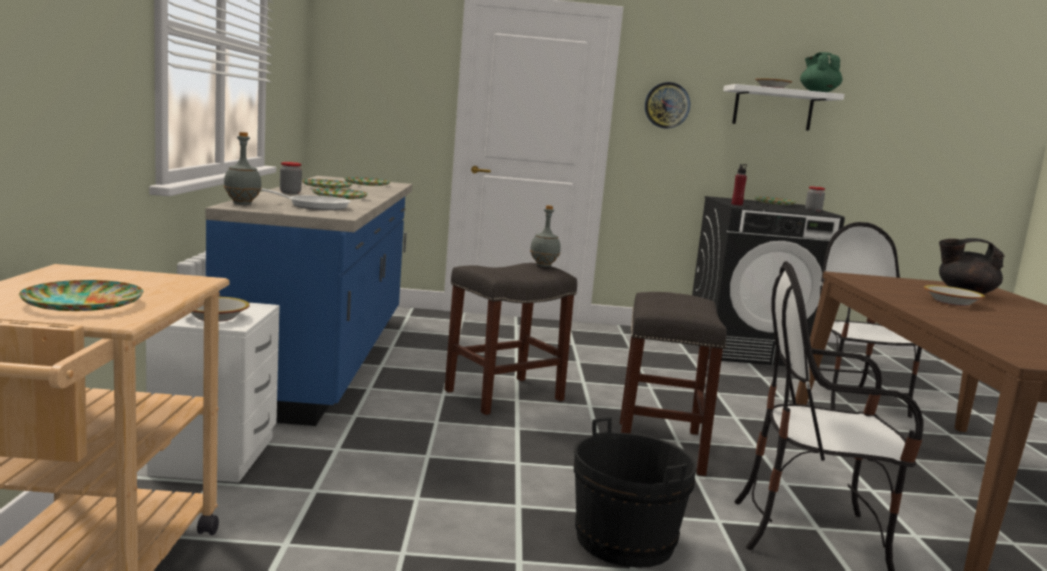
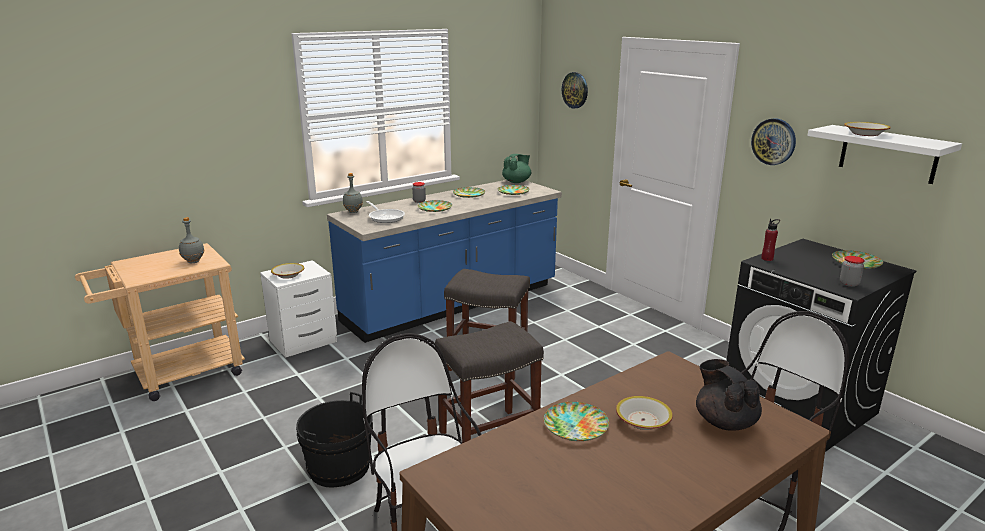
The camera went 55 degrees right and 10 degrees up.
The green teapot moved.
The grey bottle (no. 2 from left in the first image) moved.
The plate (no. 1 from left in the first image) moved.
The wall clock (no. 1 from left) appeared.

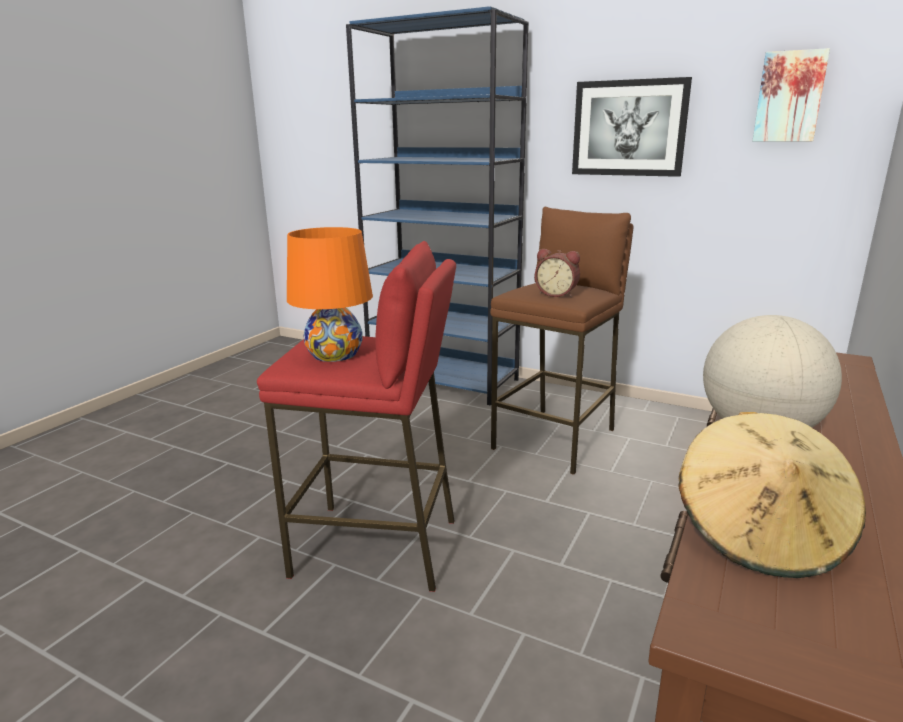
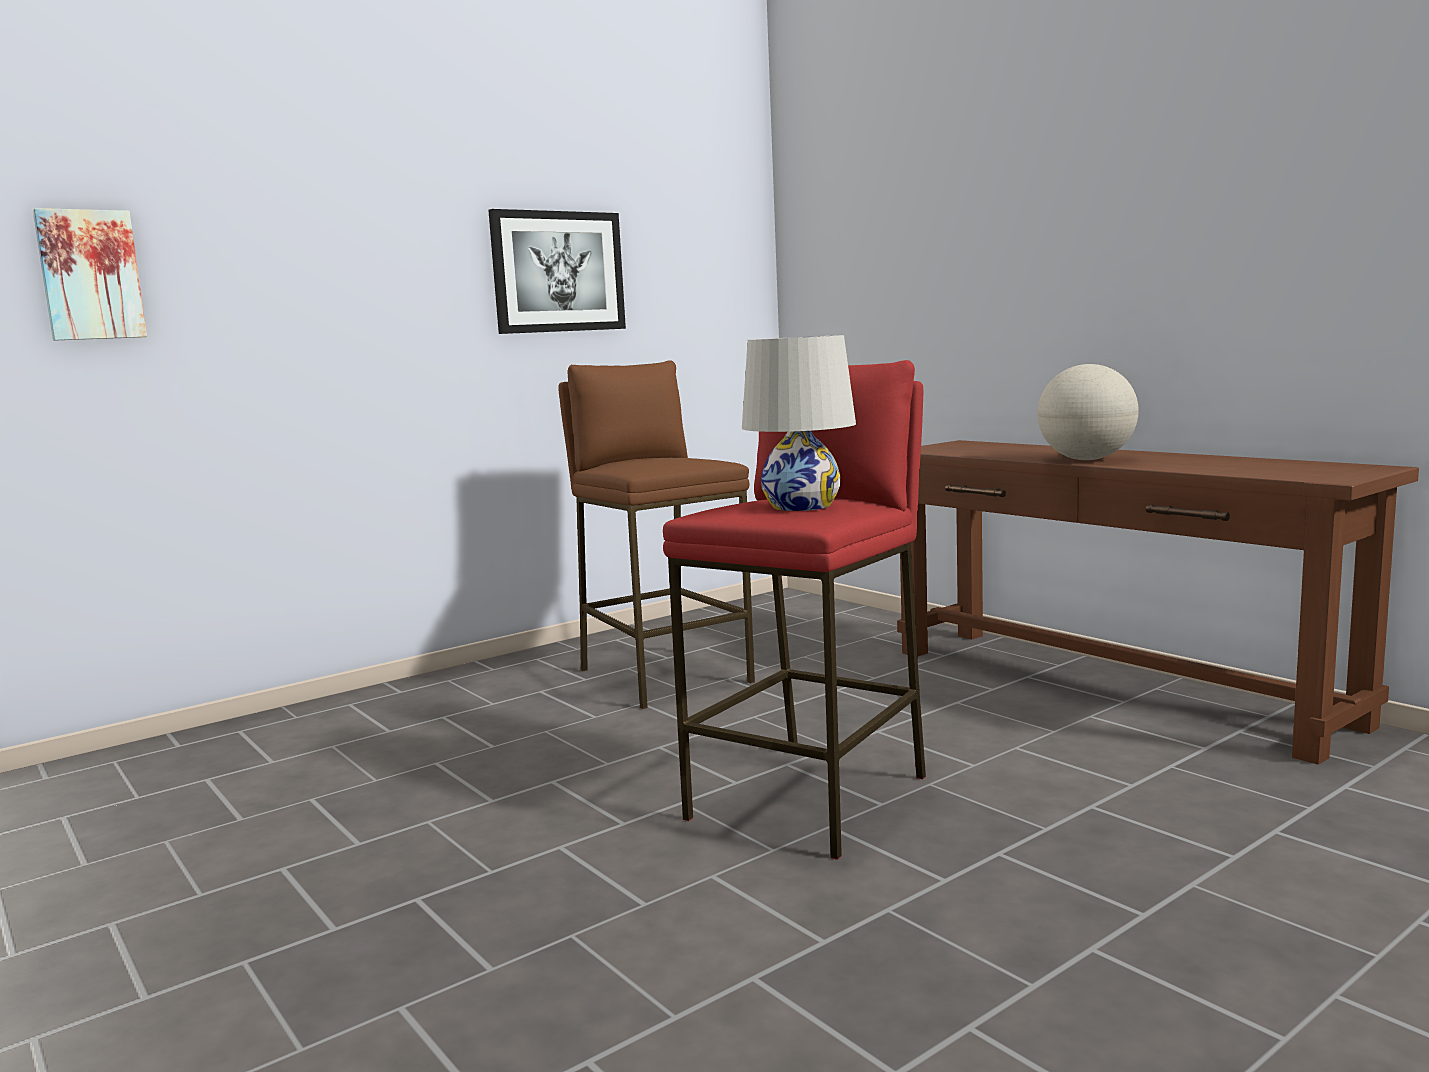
The camera went 65 degrees left and 10 degrees down.
The blue bookcase disappeared.
The picture (no. 2 from left in the first image) moved.
The orange table lamp became the white table lamp.
The alarm clock disappeared.
The beige hat disappeared.

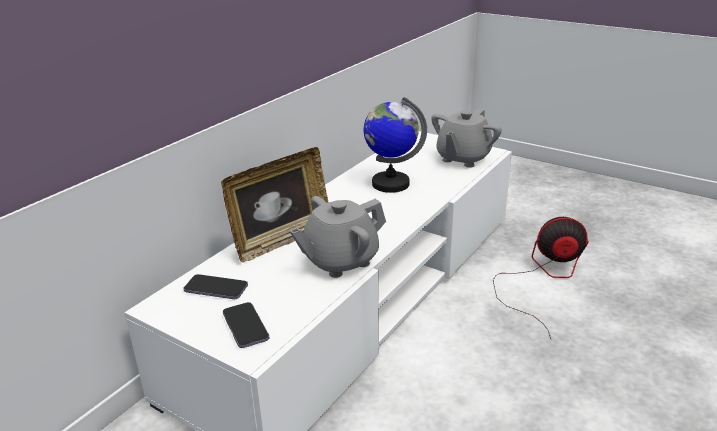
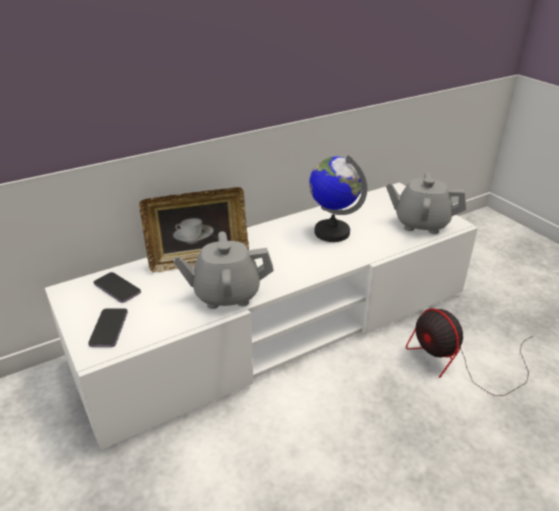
The camera went 25 degrees right and 5 degrees up.
The grey teapot (no. 2 from left) turned 45 degrees clockwise.
The fan turned 150 degrees counterclockwise.

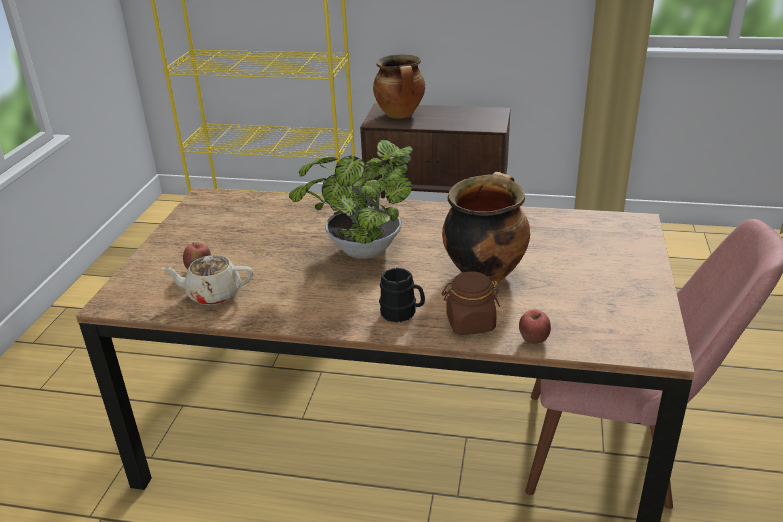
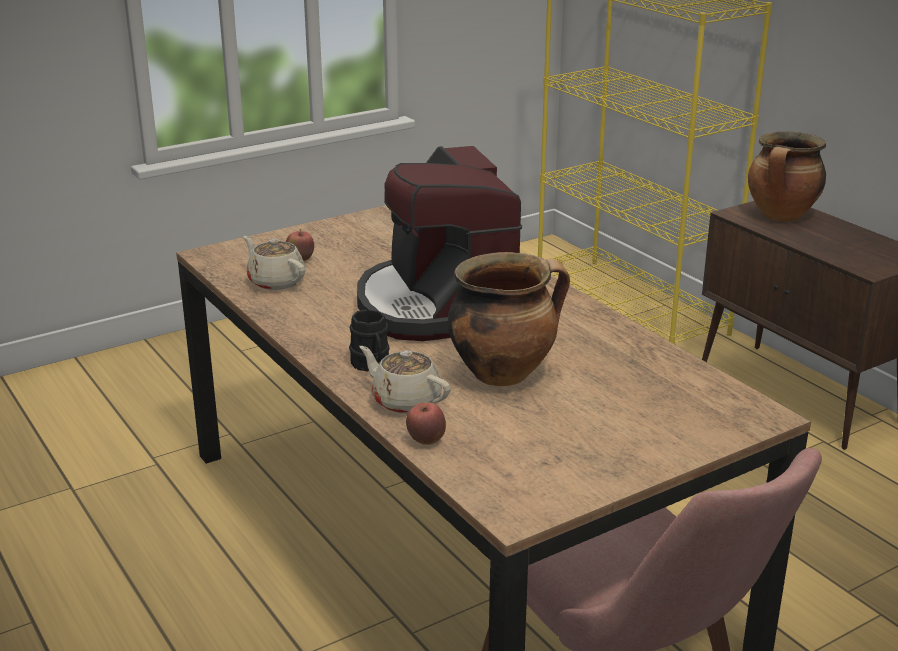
The camera went 45 degrees right and 5 degrees down.
The potted plant was replaced by the coffee machine.
The brown jar was replaced by the beige teapot (no. 2 from left).

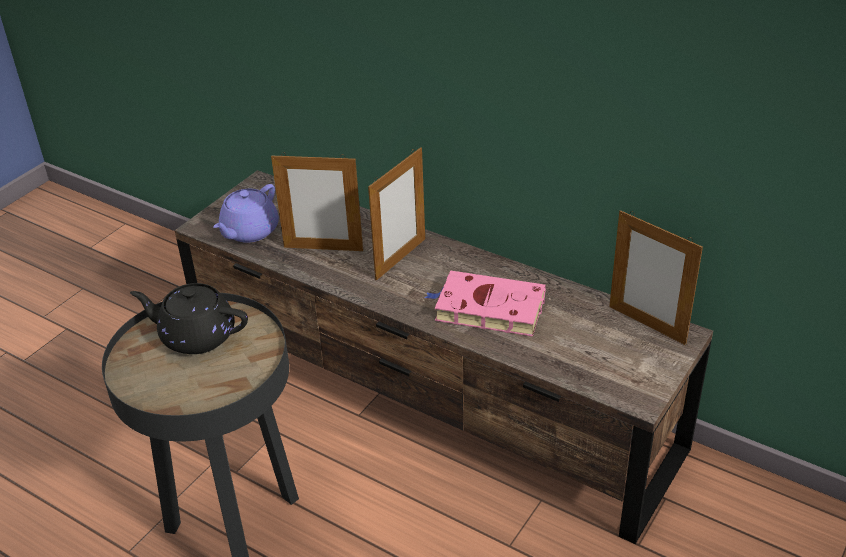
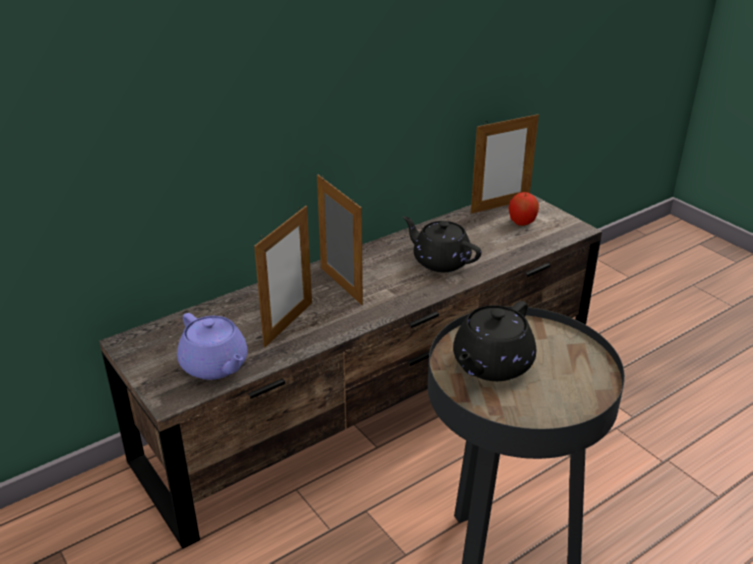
The camera went 70 degrees left and 5 degrees down.
The pink book was replaced by the black teapot (no. 1 from left).
The apple appeared.

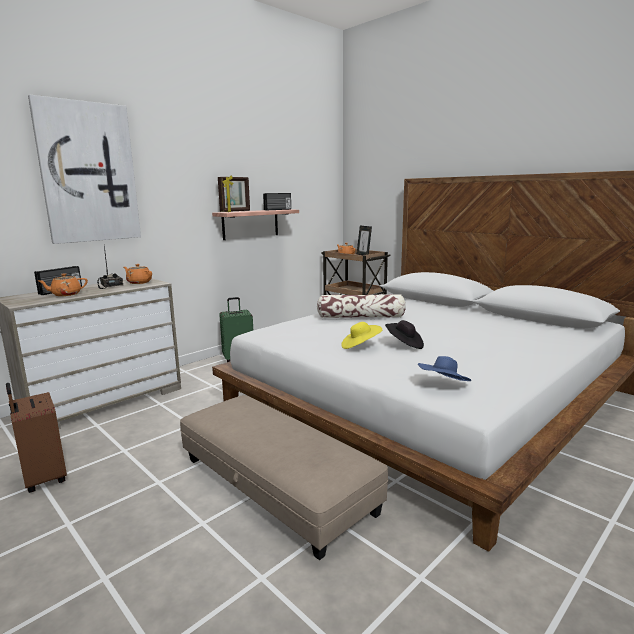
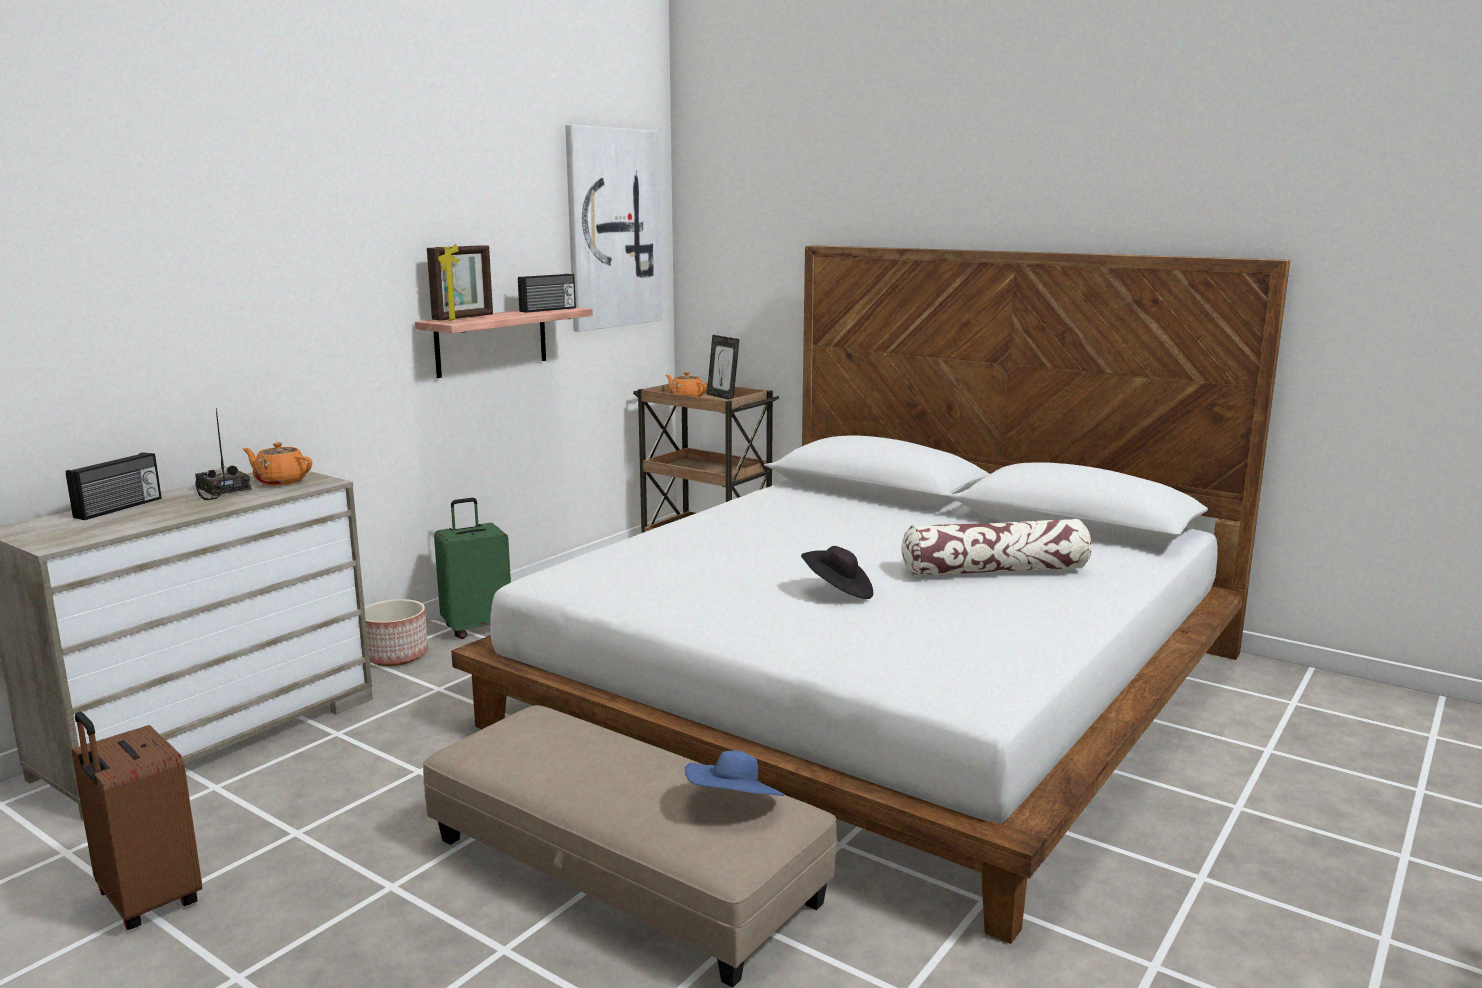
The camera went 10 degrees left and 0 degrees up.
The picture moved.
The orange teapot (no. 1 from left) disappeared.
The pillow moved.
The yellow hat disappeared.
The blue hat moved.
The planter appeared.

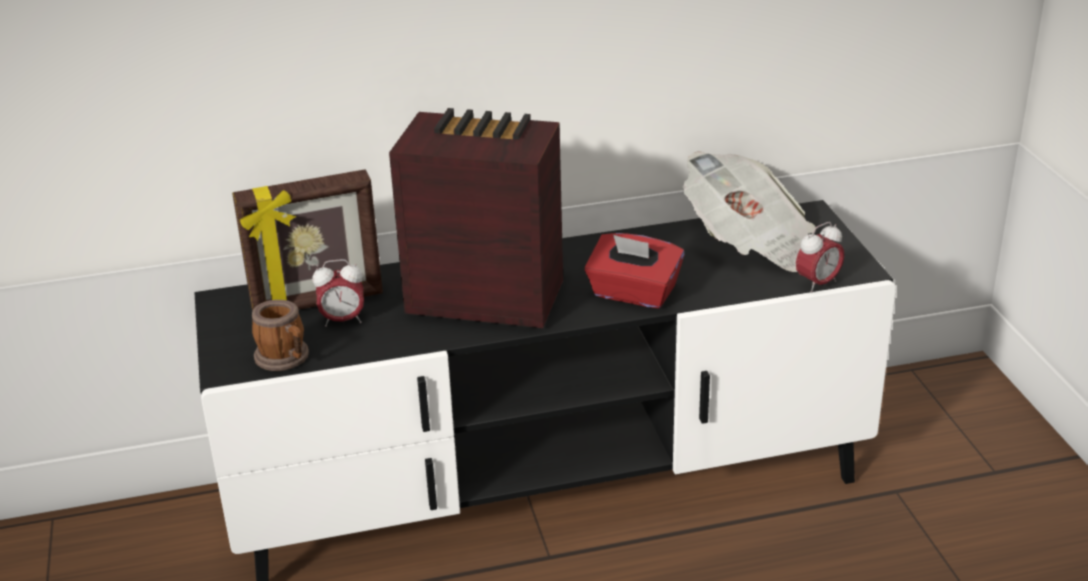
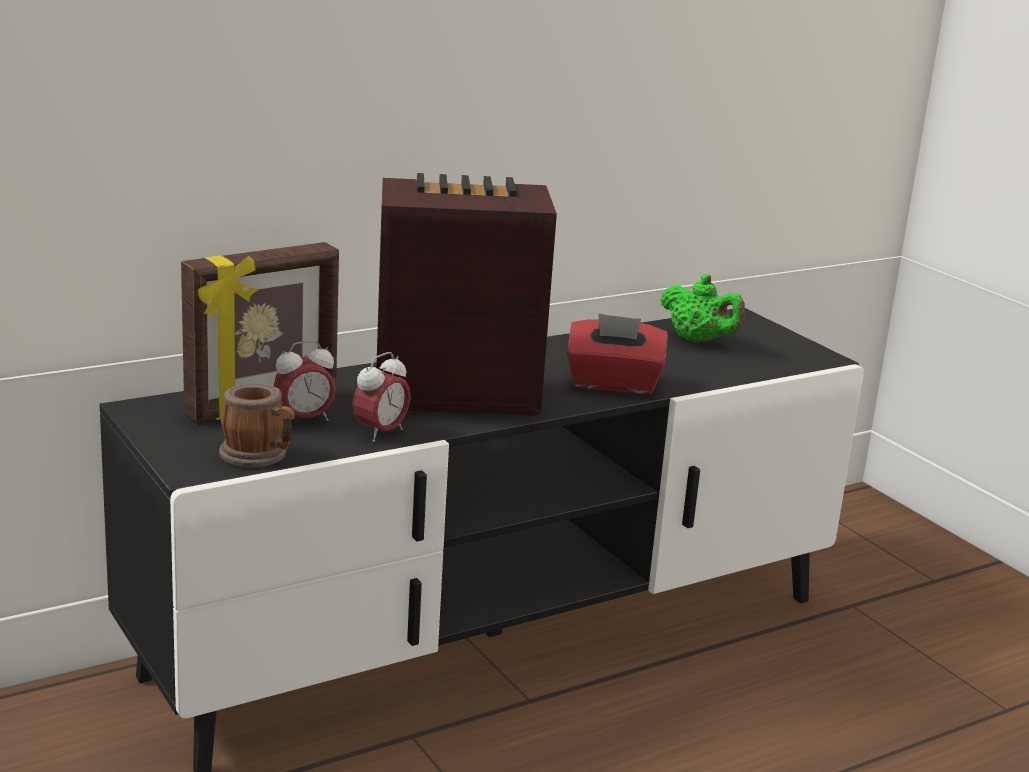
The camera went 20 degrees left and 10 degrees down.
The newspaper was replaced by the green teapot.
The alarm clock (no. 2 from left) moved.

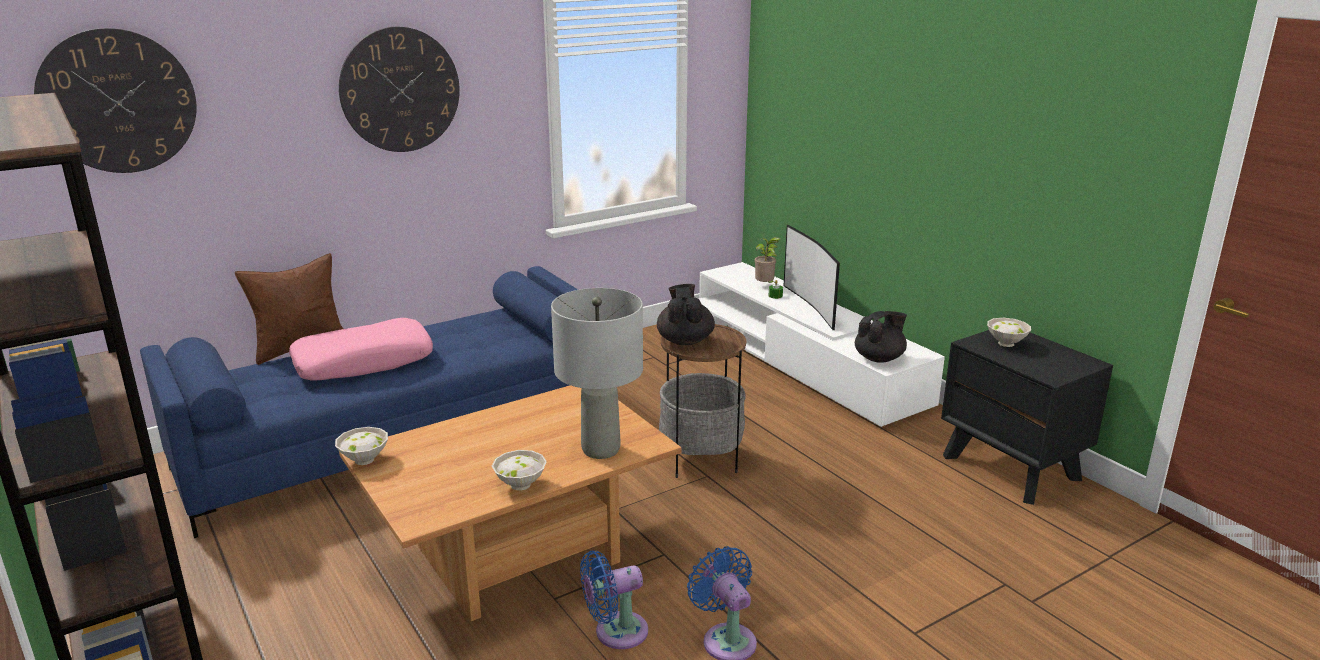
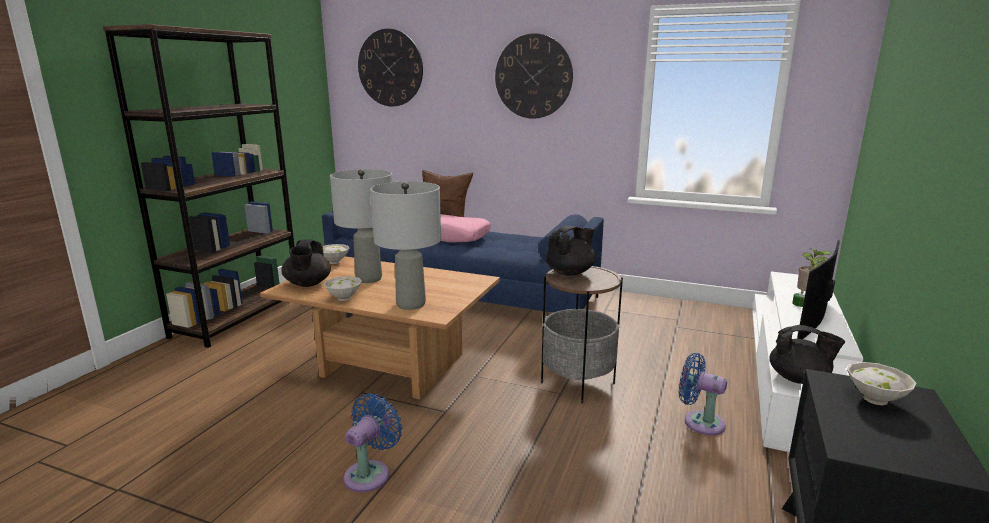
The camera went 55 degrees right and 5 degrees down.
The blue fan (no. 1 from left in the first image) moved.
The grey table lamp (no. 1 from left) appeared.
The black teapot (no. 1 from left) appeared.

